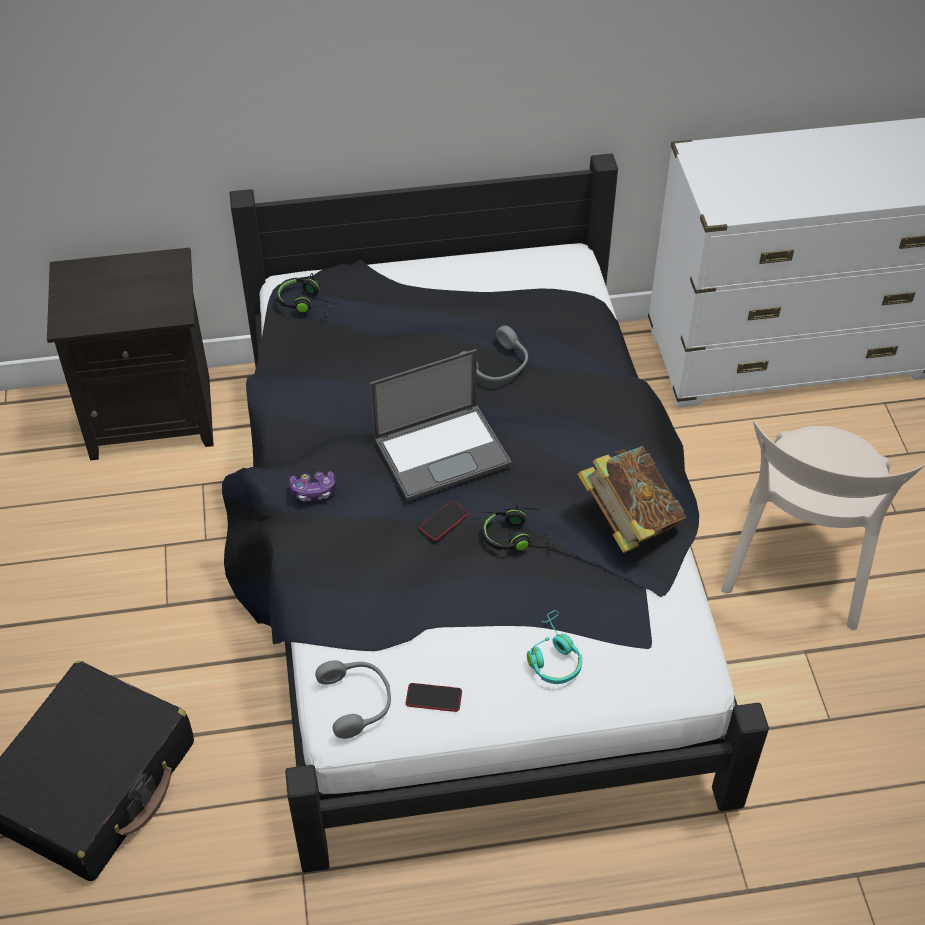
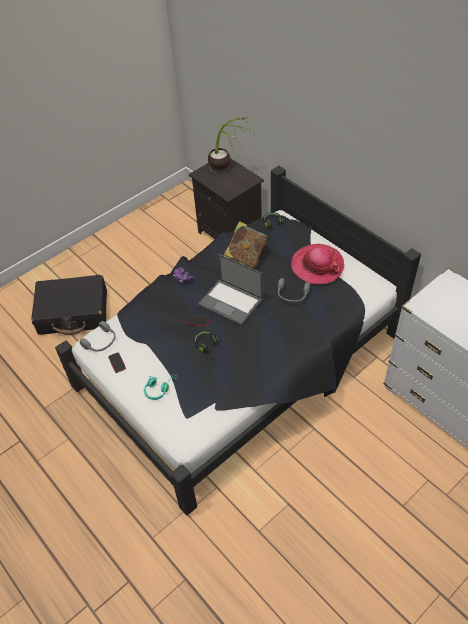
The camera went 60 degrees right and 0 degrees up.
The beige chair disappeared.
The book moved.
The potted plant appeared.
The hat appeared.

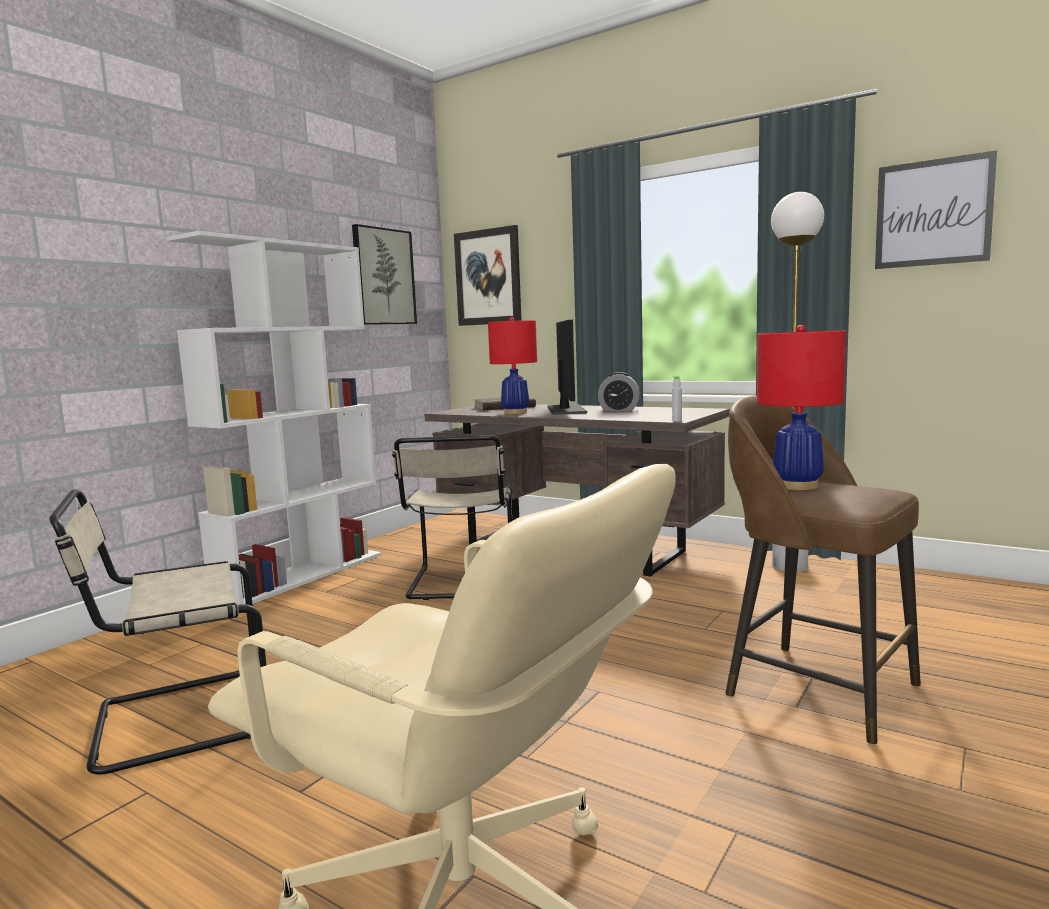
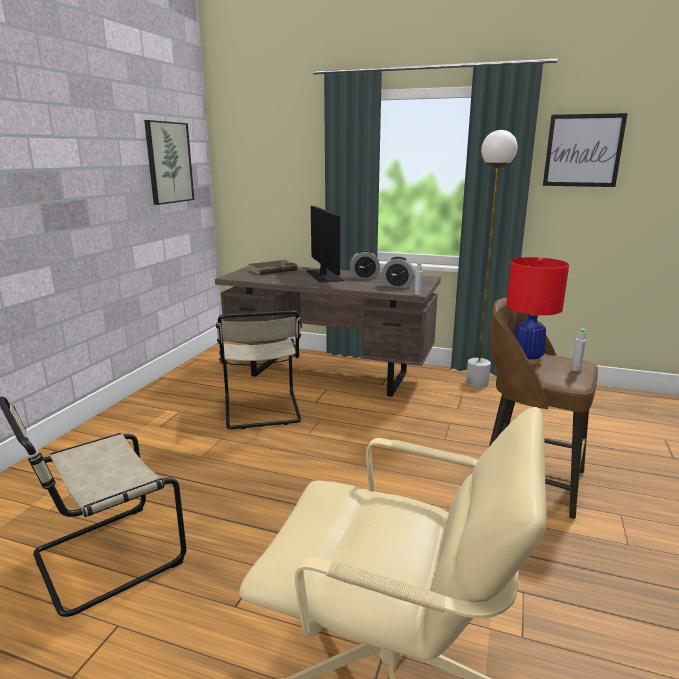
The camera went 15 degrees left and 10 degrees up.
The picture (no. 2 from left) disappeared.
The white bookcase disappeared.
The red table lamp (no. 1 from left) disappeared.
The alarm clock (no. 2 from left) appeared.
The grey bottle (no. 2 from left) appeared.

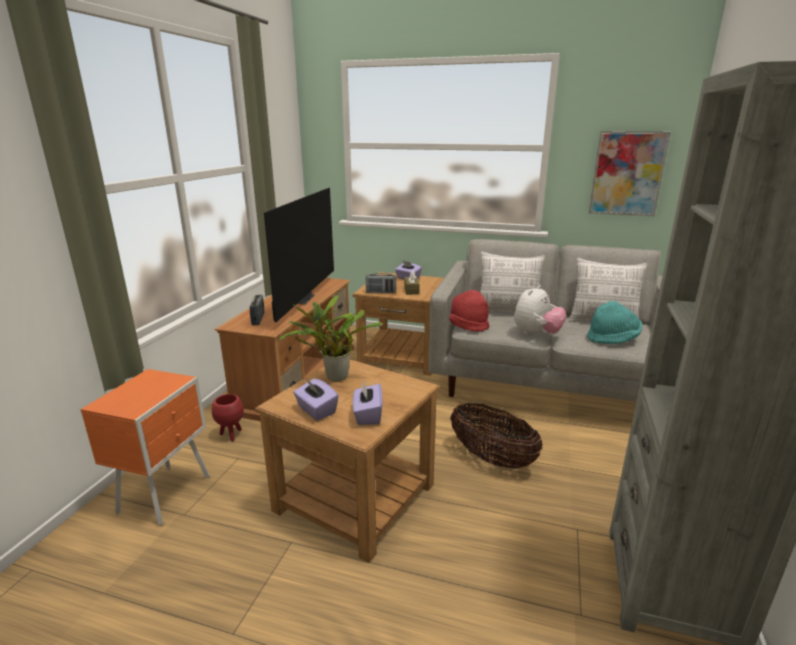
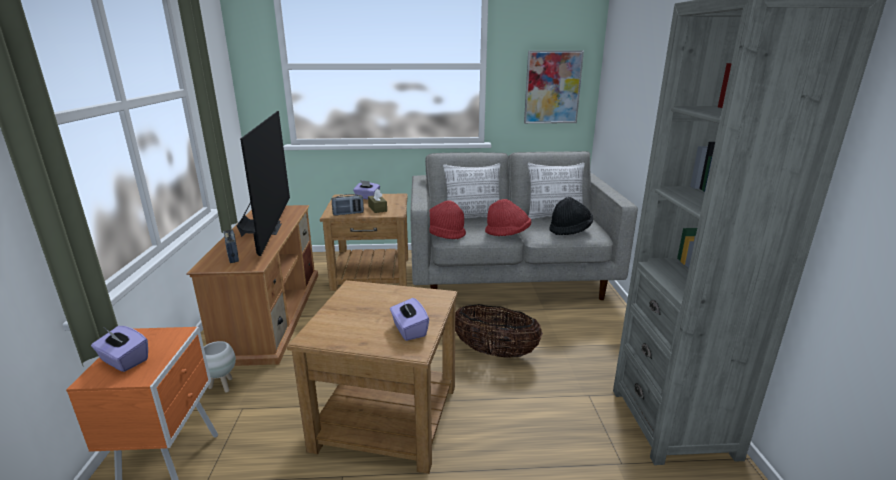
The camera went 20 degrees left and 0 degrees up.
The plush toy was replaced by the red hat (no. 2 from left).
The potted plant disappeared.
The turquoise hat became the black hat.
The purple tissue box (no. 1 from left) moved.
The red planter became the white planter.

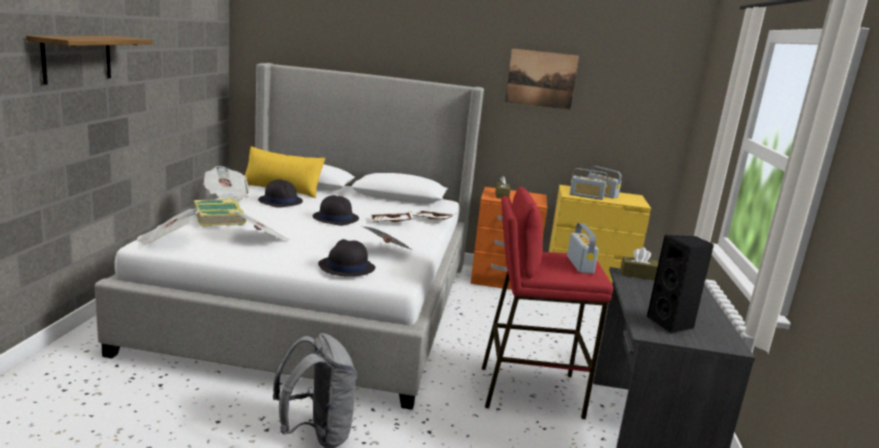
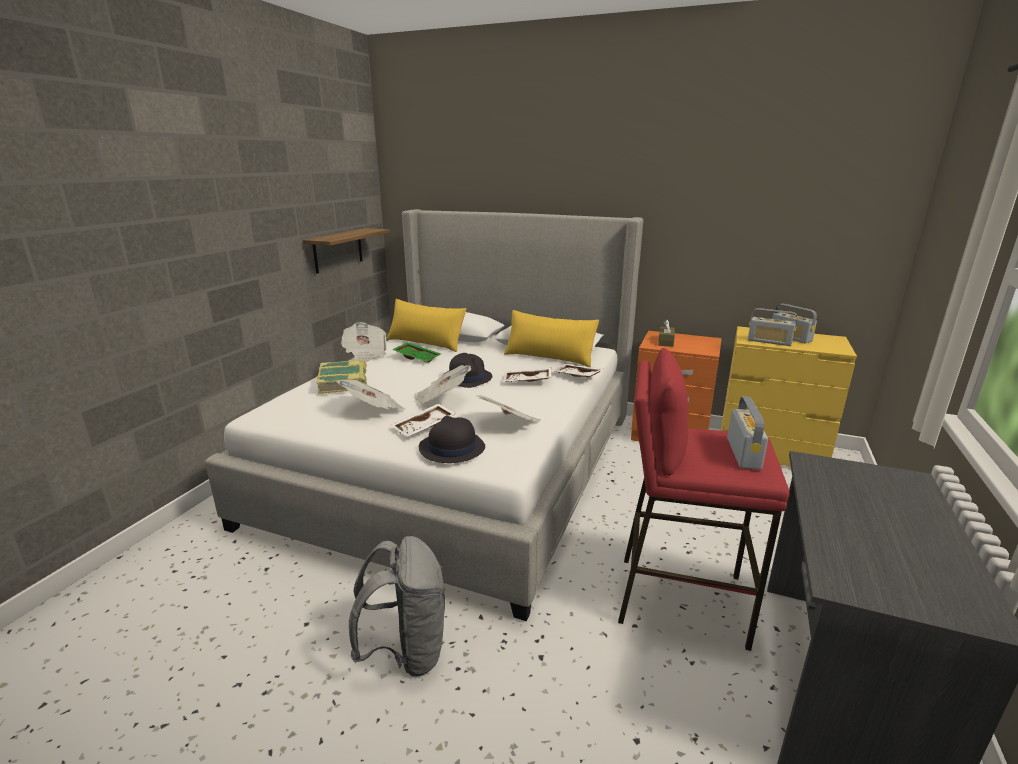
The camera went 15 degrees right and 5 degrees up.
The shelf moved.
The picture disappeared.
The black hat (no. 1 from left) was replaced by the green tray.
The newspaper (no. 1 from left in the first image) moved.
The black speaker disappeared.
The brown tissue box (no. 2 from left) disappeared.
The yellow pillow (no. 2 from left) appeared.
The white tray (no. 1 from left) appeared.

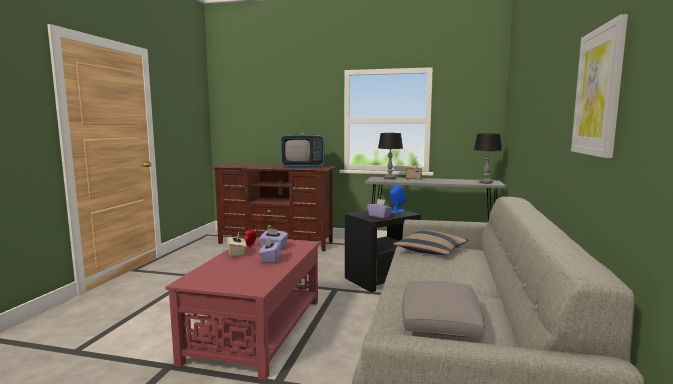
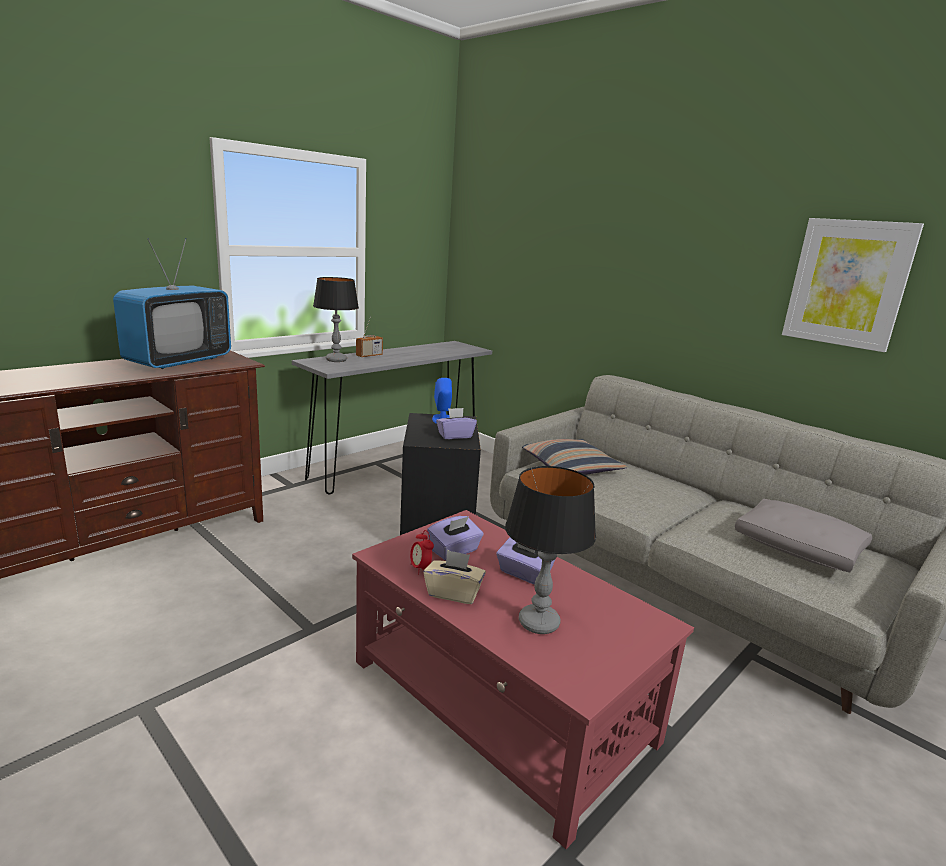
The camera went 60 degrees left and 10 degrees up.
The table lamp (no. 2 from left) moved.

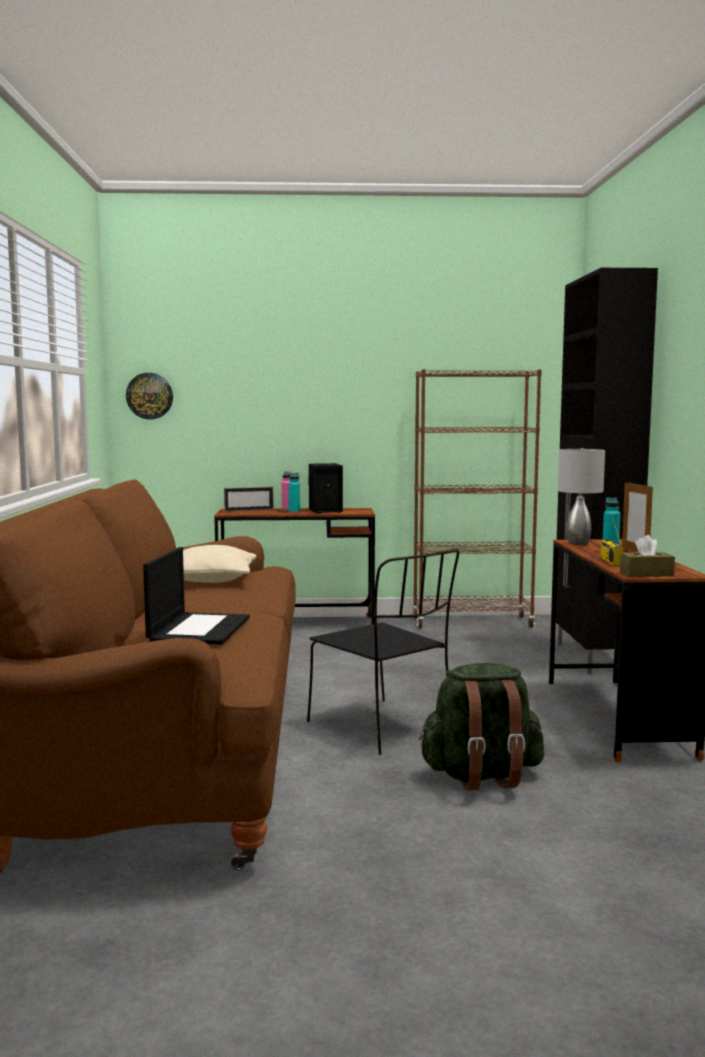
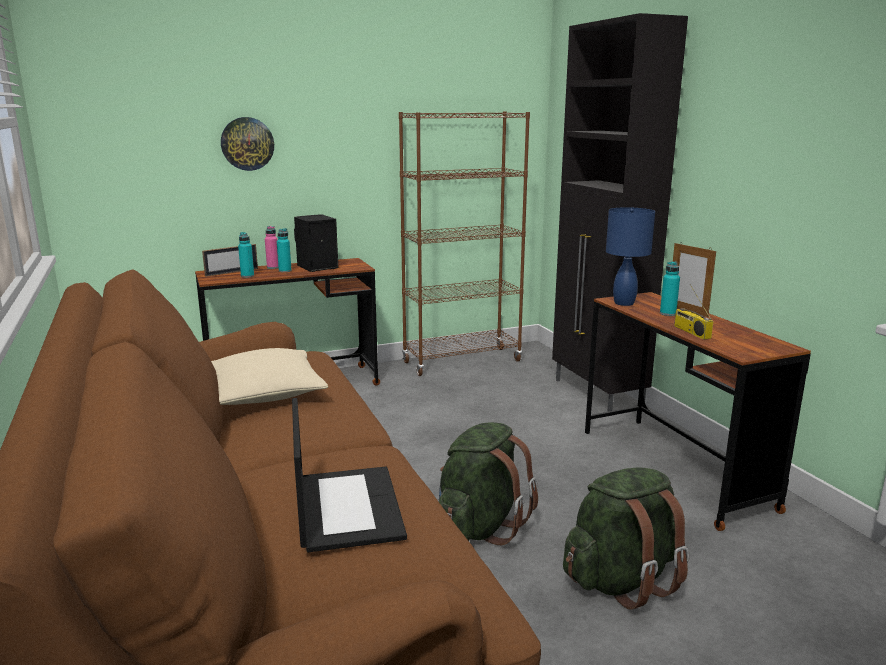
The camera went 20 degrees left and 10 degrees up.
The wall clock moved.
The grey table lamp became the blue table lamp.
The brown tissue box disappeared.
The black chair was replaced by the green backpack (no. 1 from left).
The turquoise bottle (no. 1 from left) appeared.

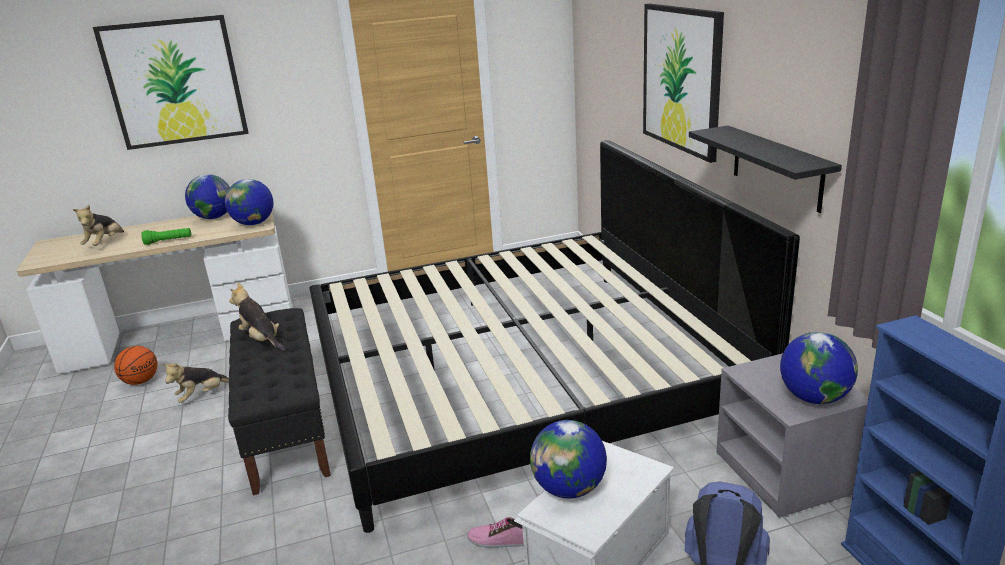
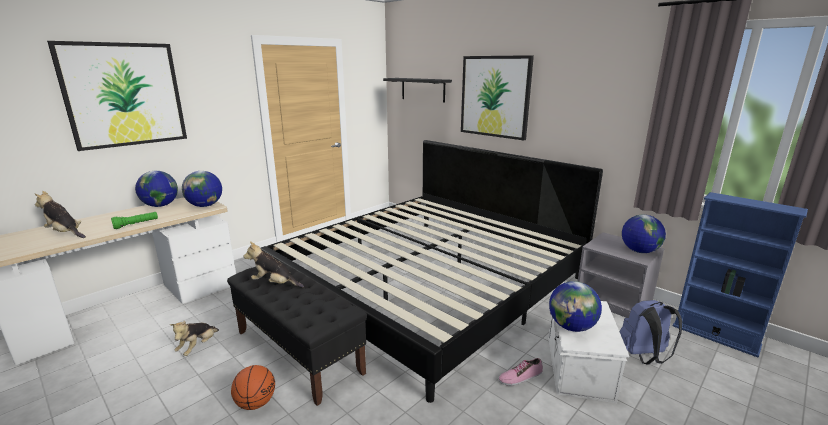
The camera went 30 degrees left and 5 degrees down.
The black shelf moved.
The plush toy (no. 1 from left) turned 135 degrees clockwise.
The basketball moved.

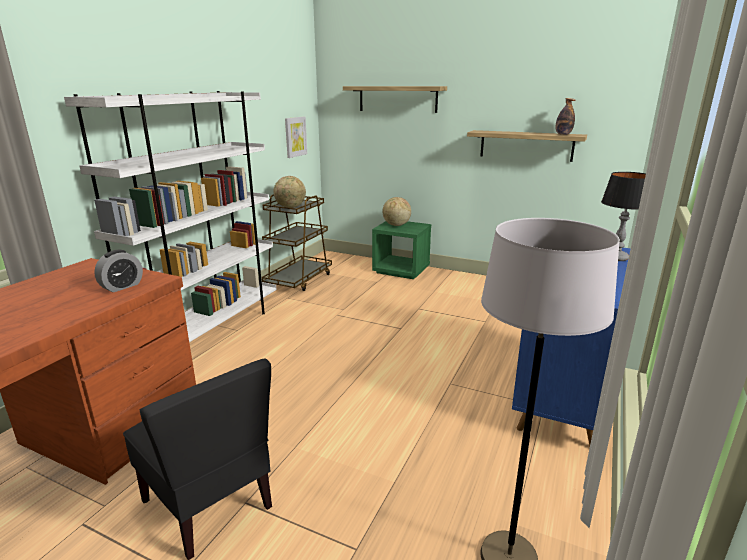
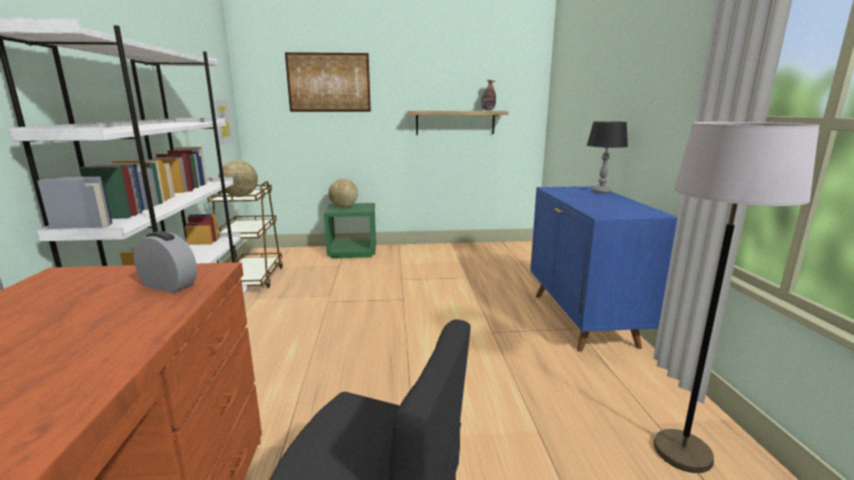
The camera went 30 degrees left and 5 degrees down.
The shelf (no. 1 from left) was replaced by the picture (no. 2 from left).
The alarm clock turned 75 degrees counterclockwise.

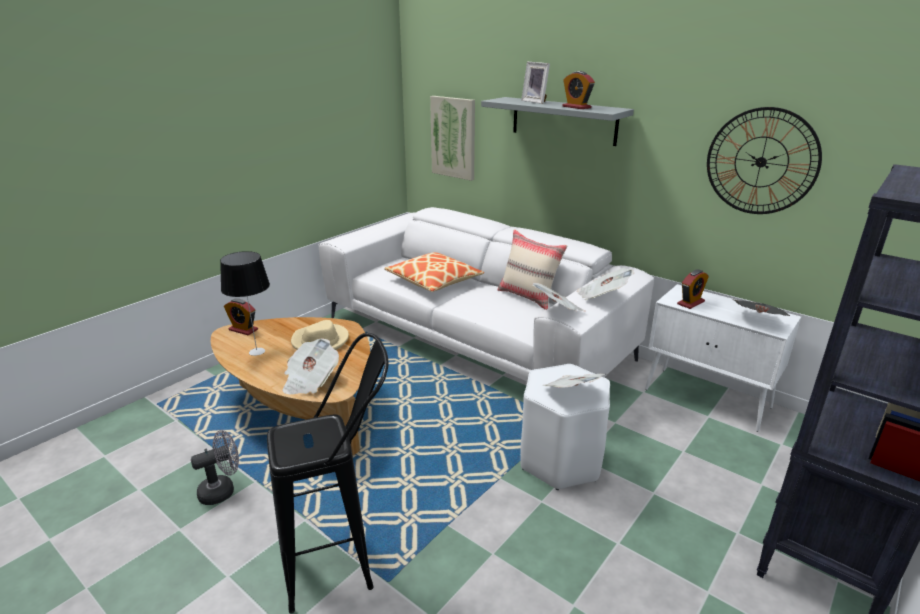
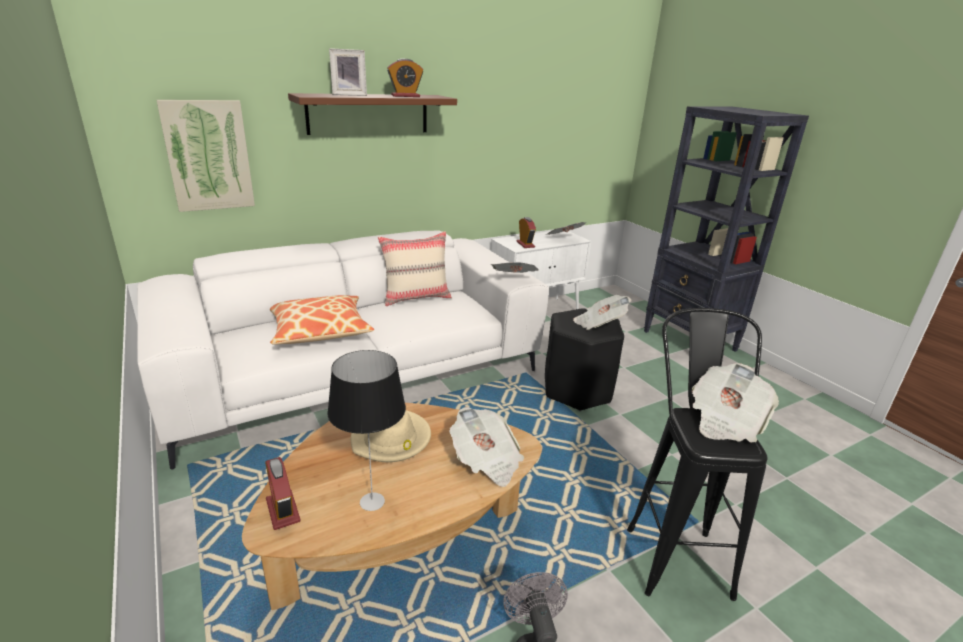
The camera went 70 degrees left and 0 degrees up.
The grey shelf became the brown shelf.
The wall clock disappeared.
The newspaper (no. 4 from left in the first image) moved.
The alarm clock (no. 1 from left) turned 105 degrees clockwise.
The white stool became the black stool (no. 1 from left).

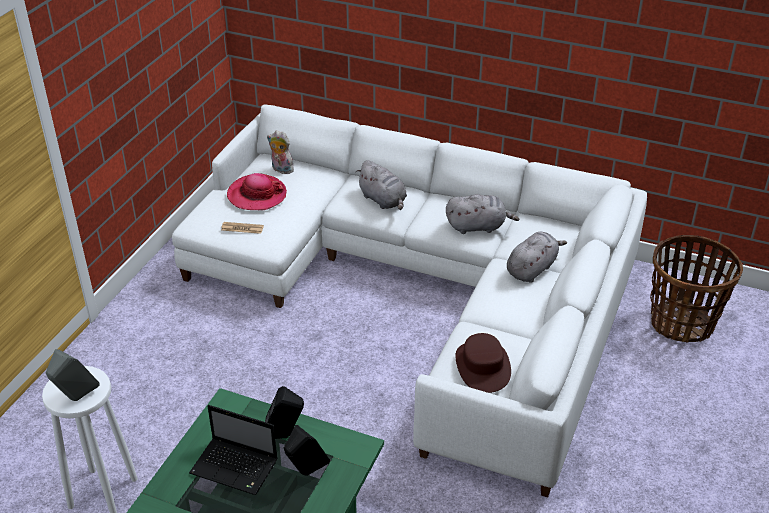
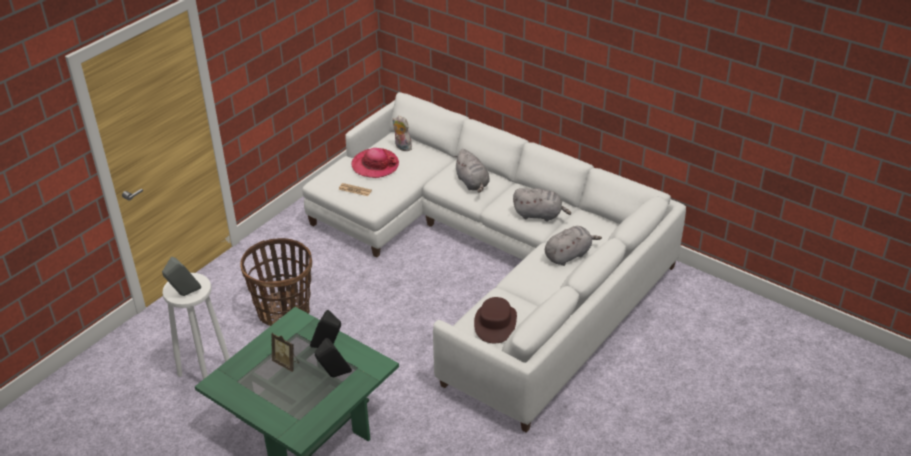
The camera went 15 degrees right and 0 degrees up.
The basket moved.
The laptop was replaced by the picture frame.

